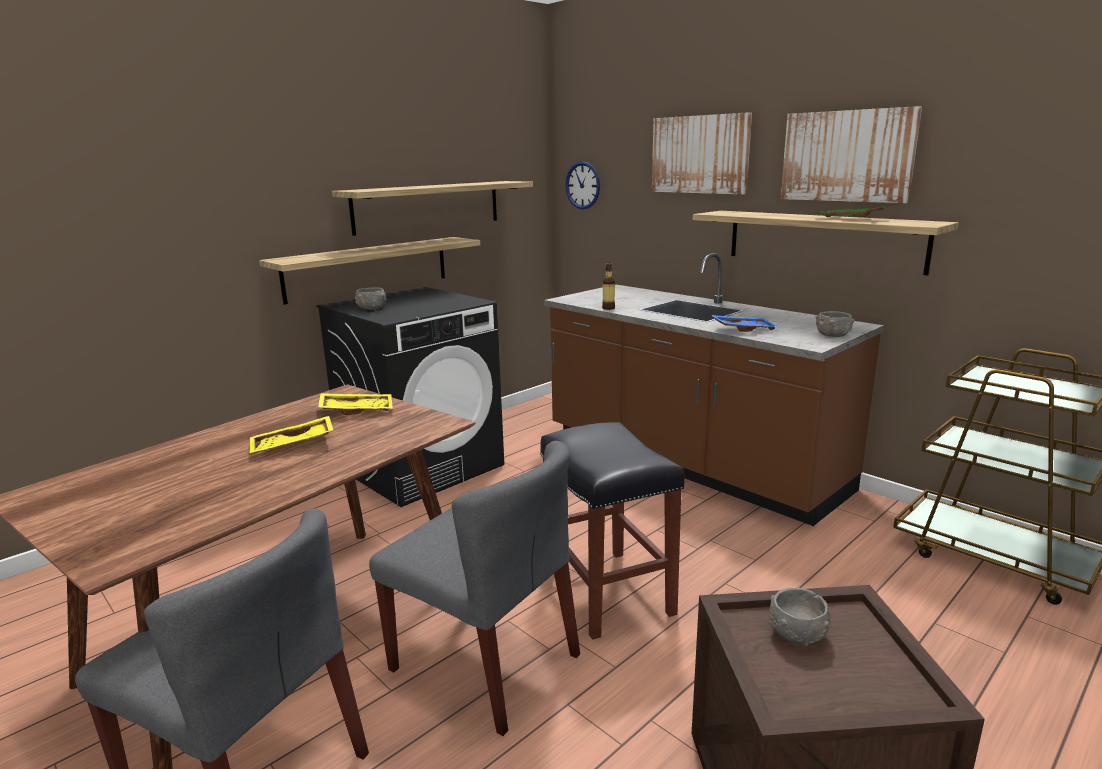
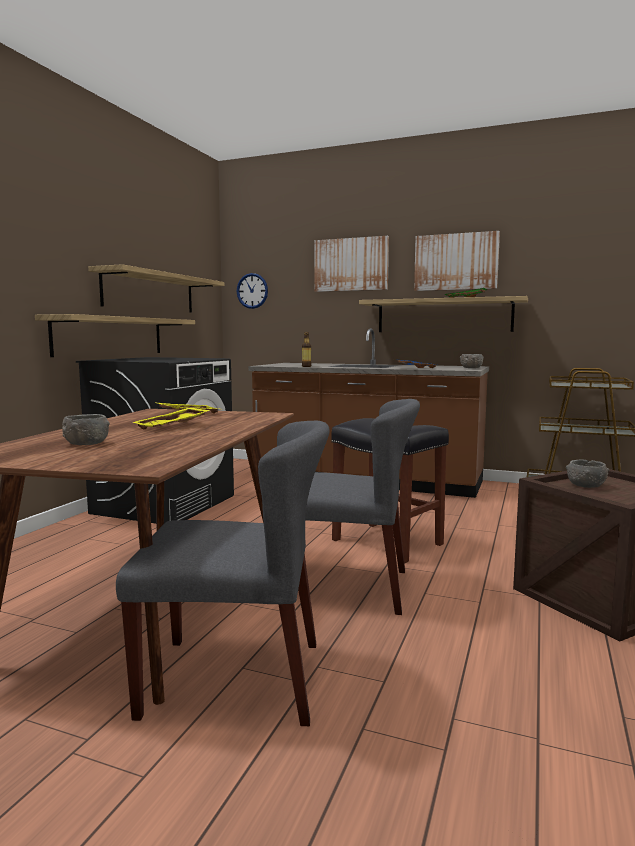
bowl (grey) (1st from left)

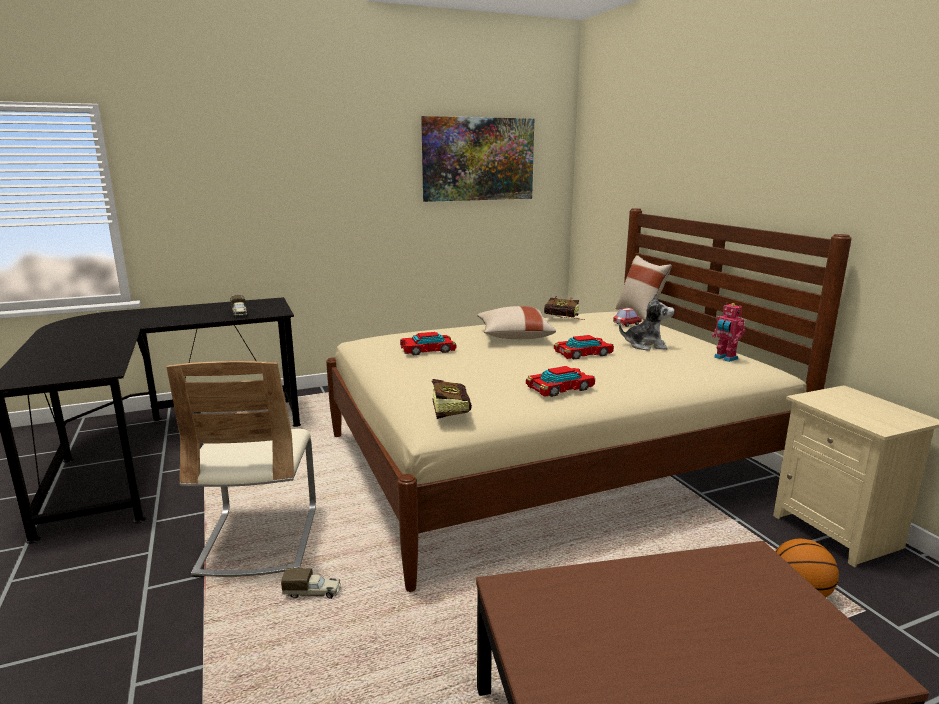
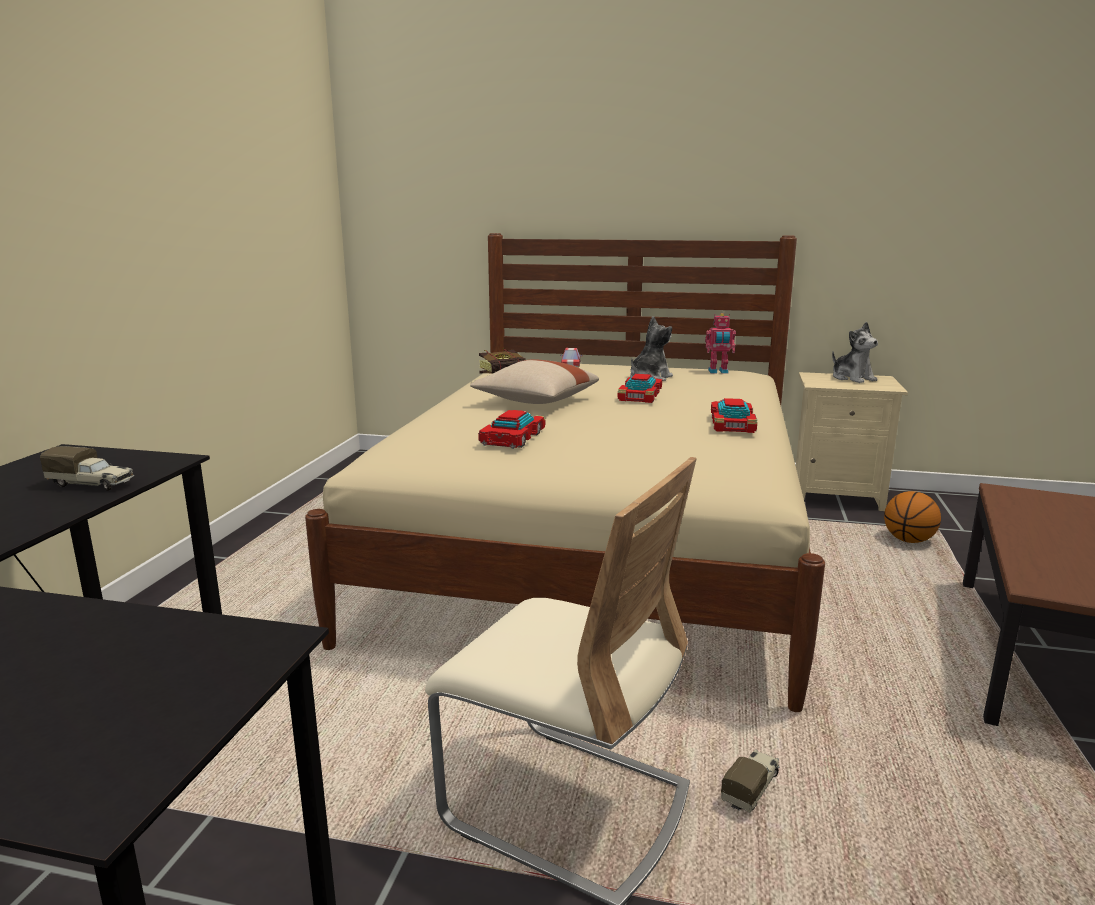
picture
book (1st from left in the first image)
pillow (beige) (2nd from left in the first image)
plush toy (2nd from left)

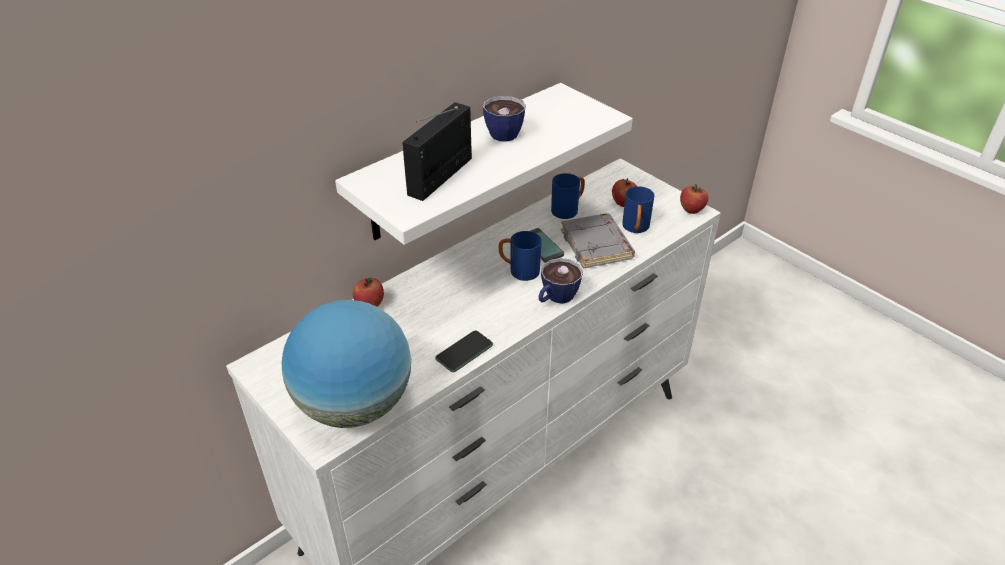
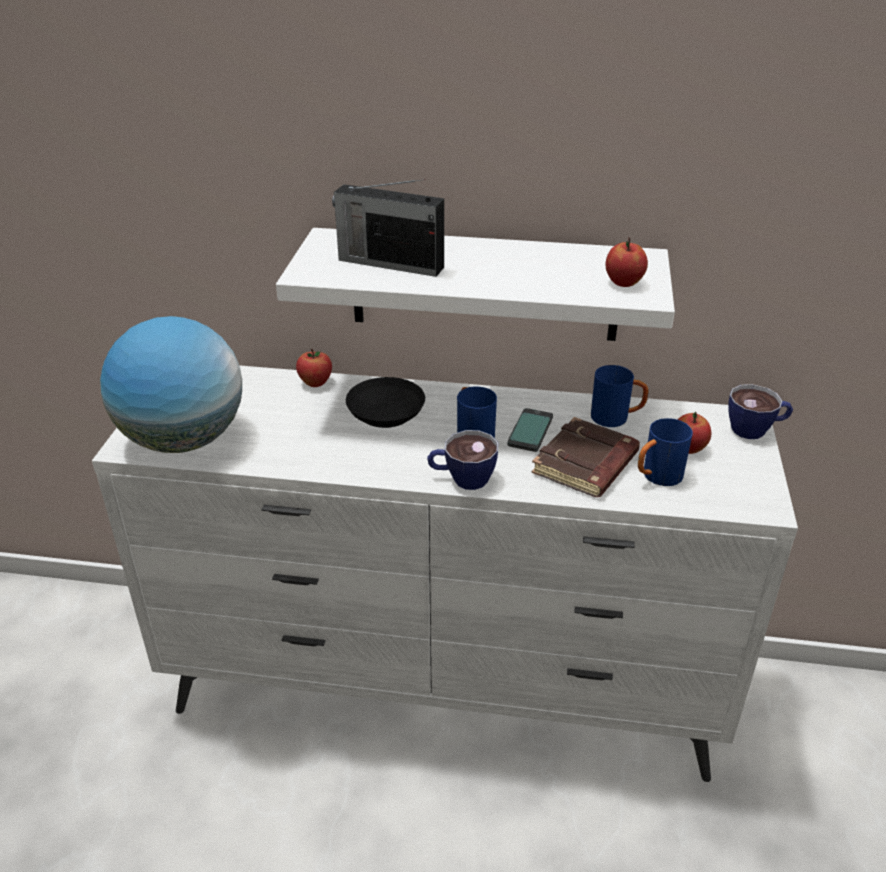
radio
phone (1st from left in the first image)
cup (2nd from left)
book (brown)
apple (2nd from left)
bowl (black)

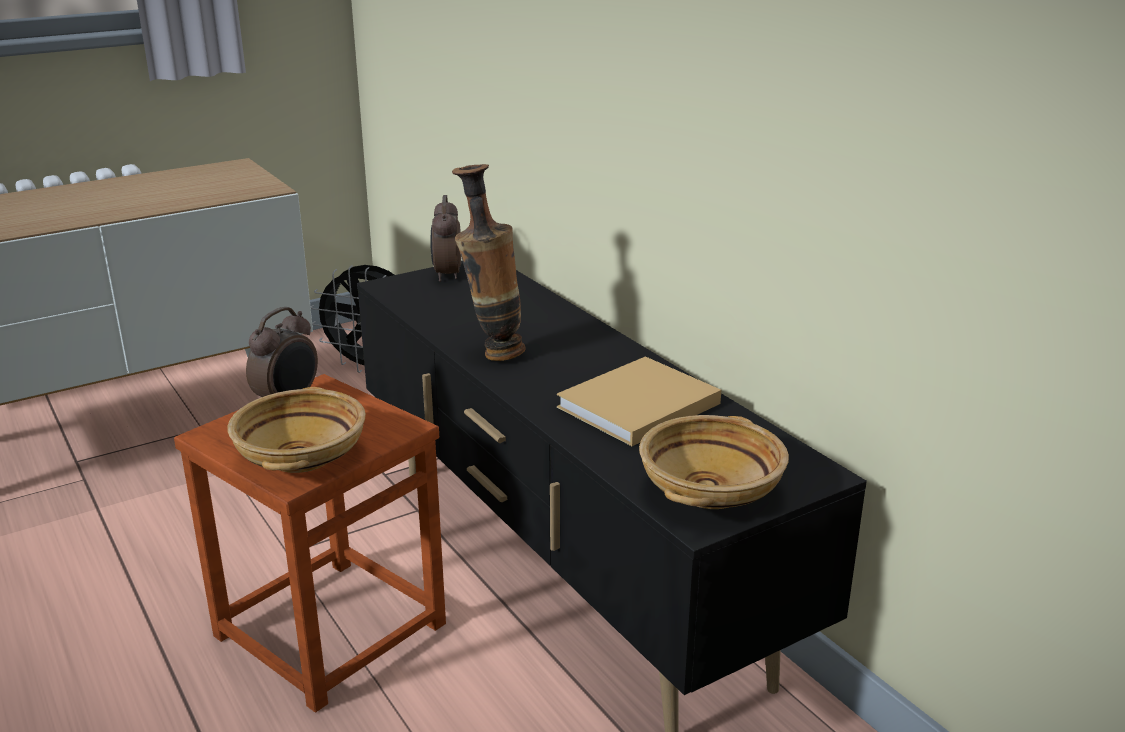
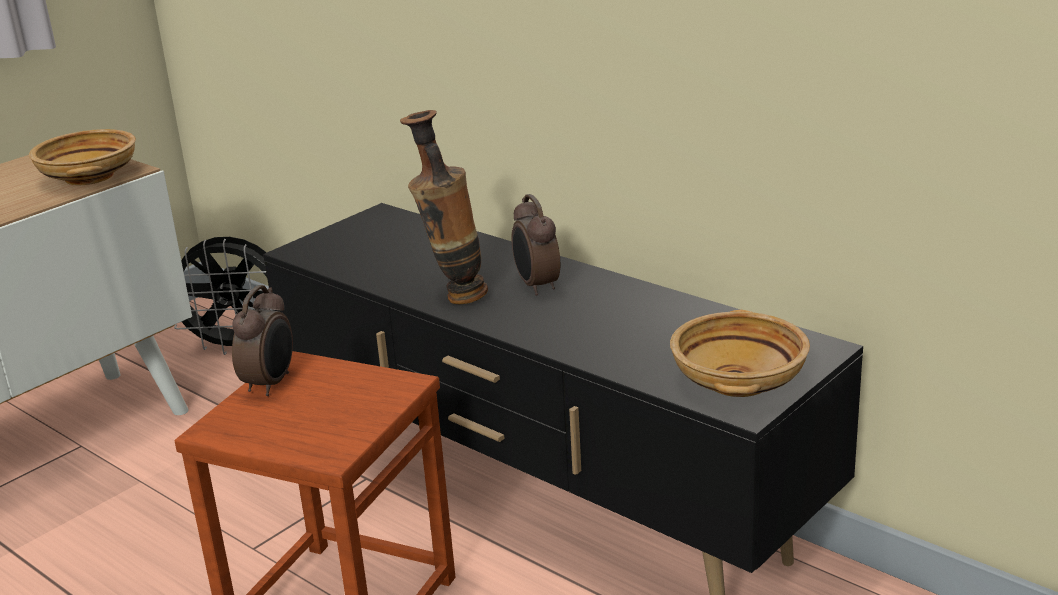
bowl (beige) (1st from left)
alarm clock (2nd from left)
book (beige)

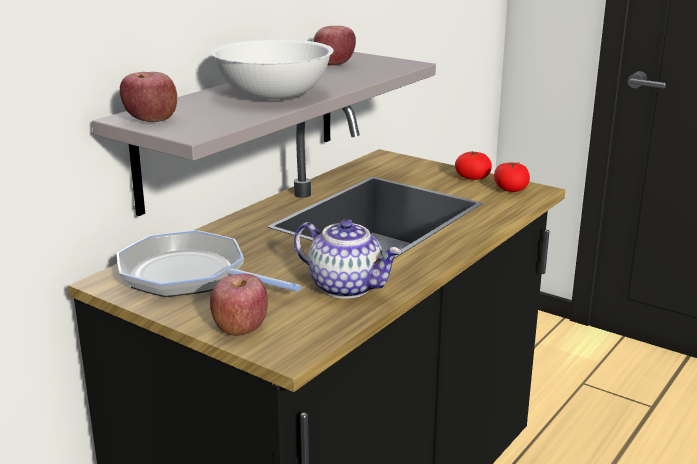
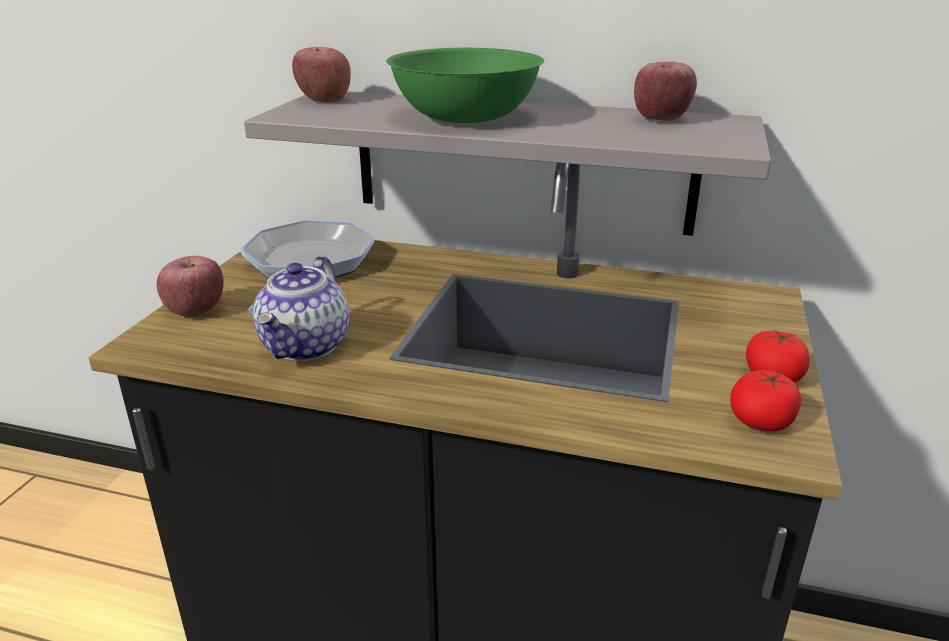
bowl (green)

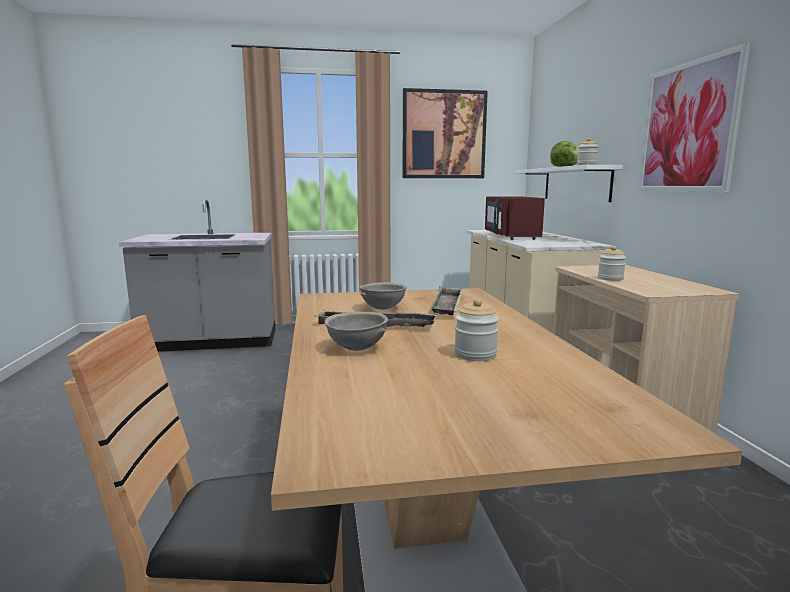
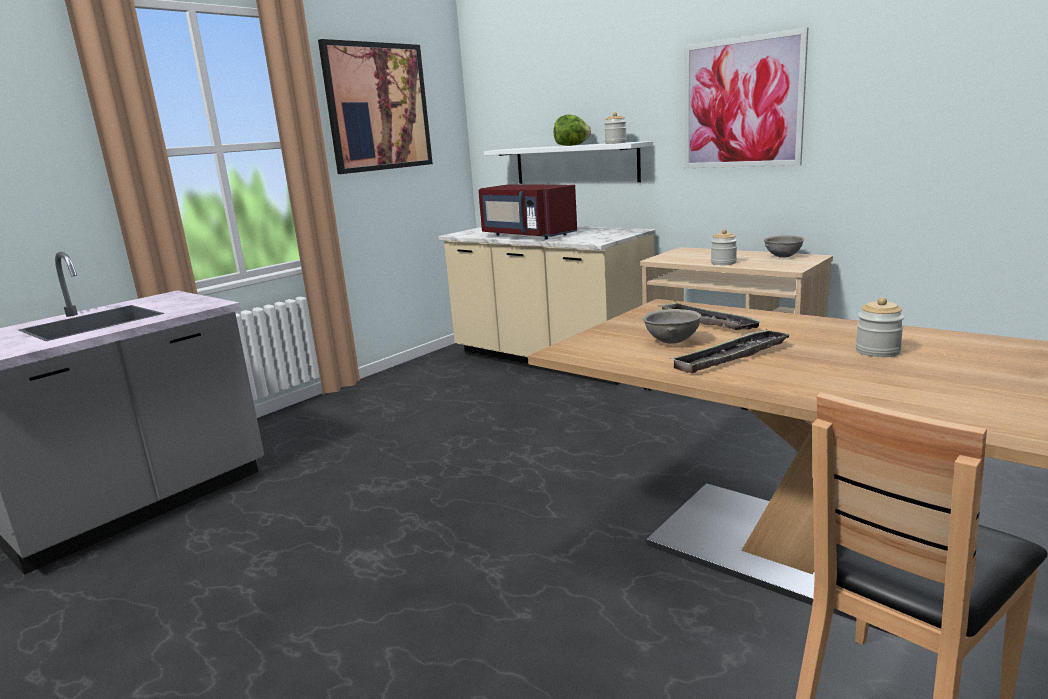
bowl (grey) (2nd from left)

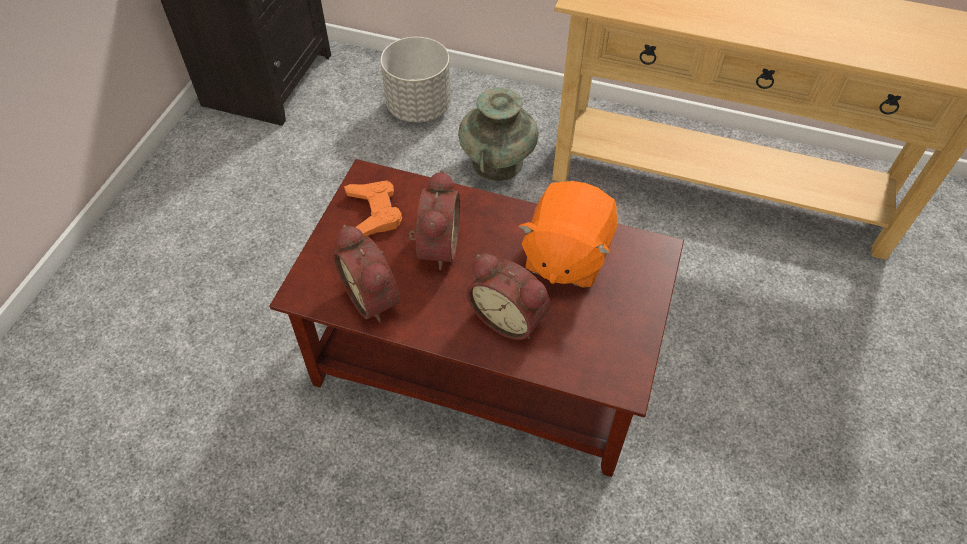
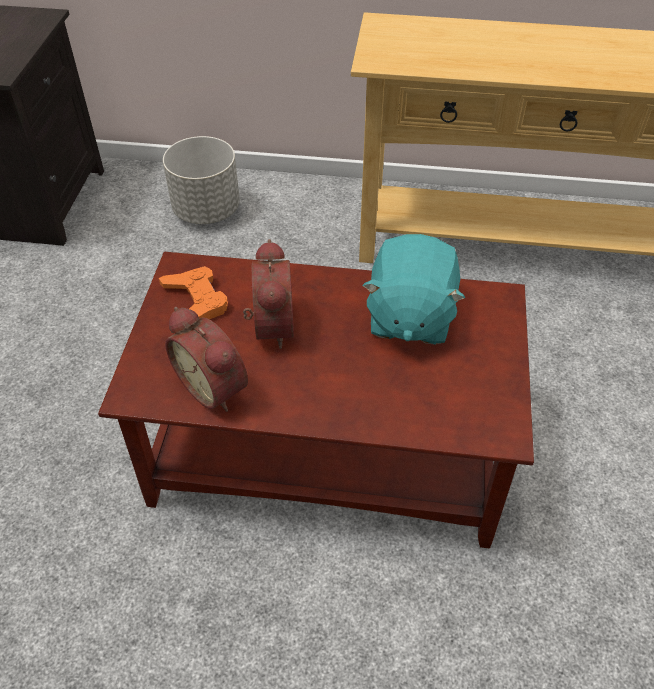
vase (turquoise)
alarm clock (3rd from left in the first image)
plush toy (turquoise)

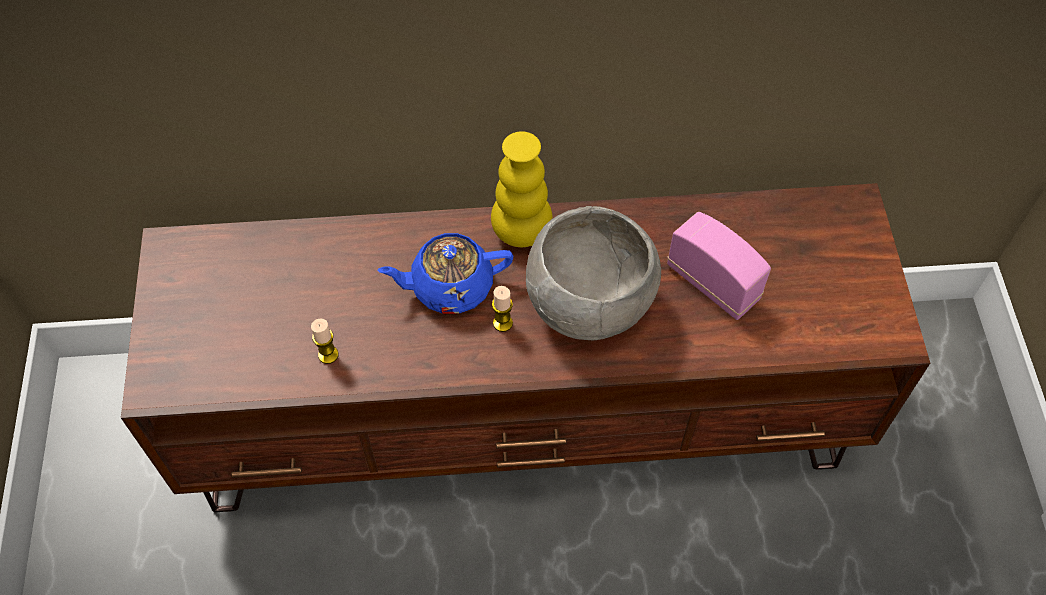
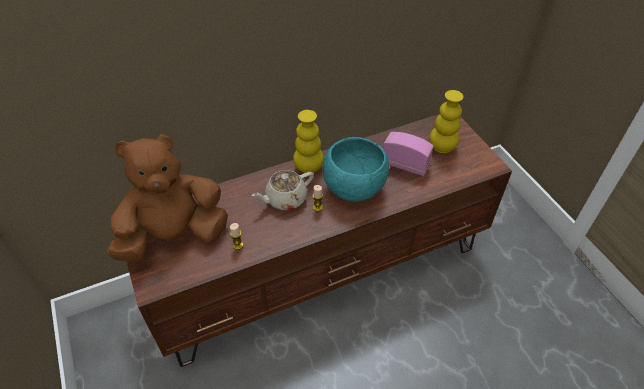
teapot (beige)
bowl (turquoise)
plush toy (brown)
vase (yellow) (2nd from left)

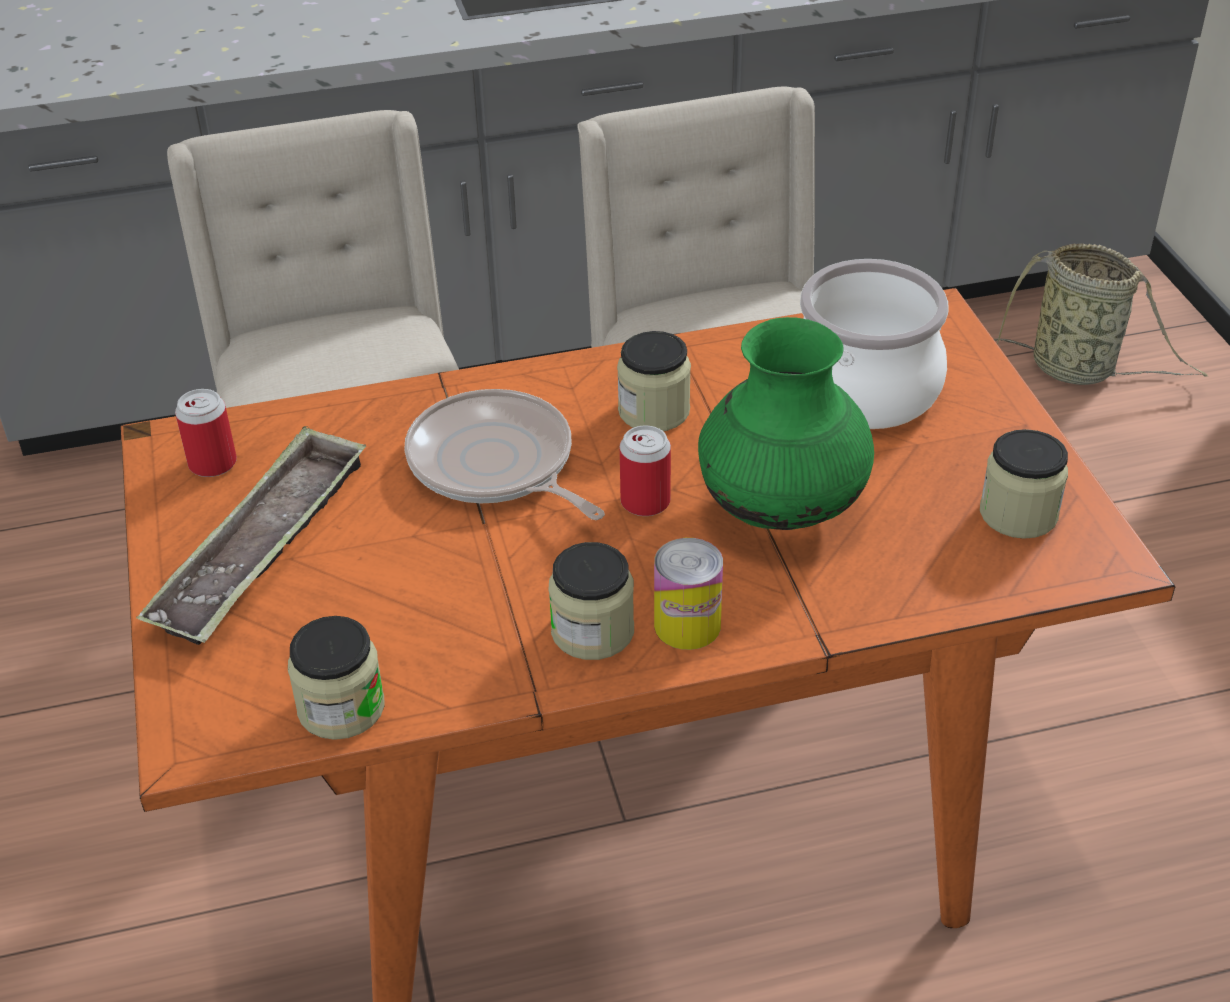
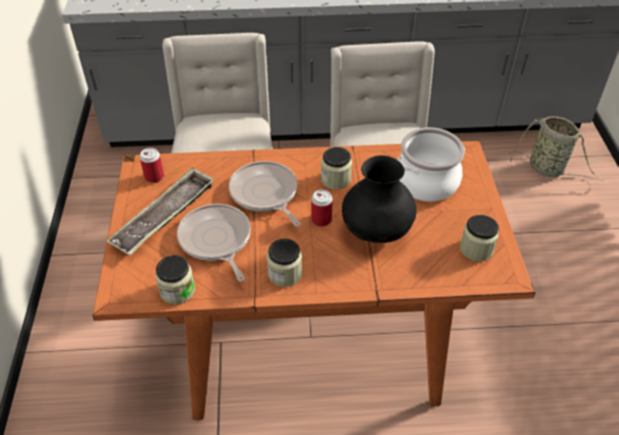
can (3rd from left in the first image)
vase (black)
frying pan (1st from left)

